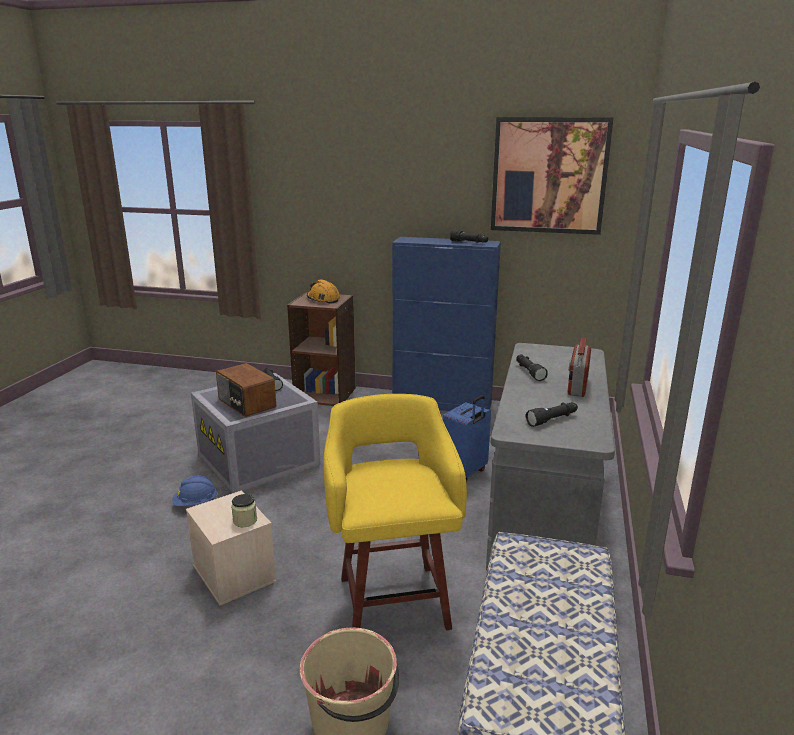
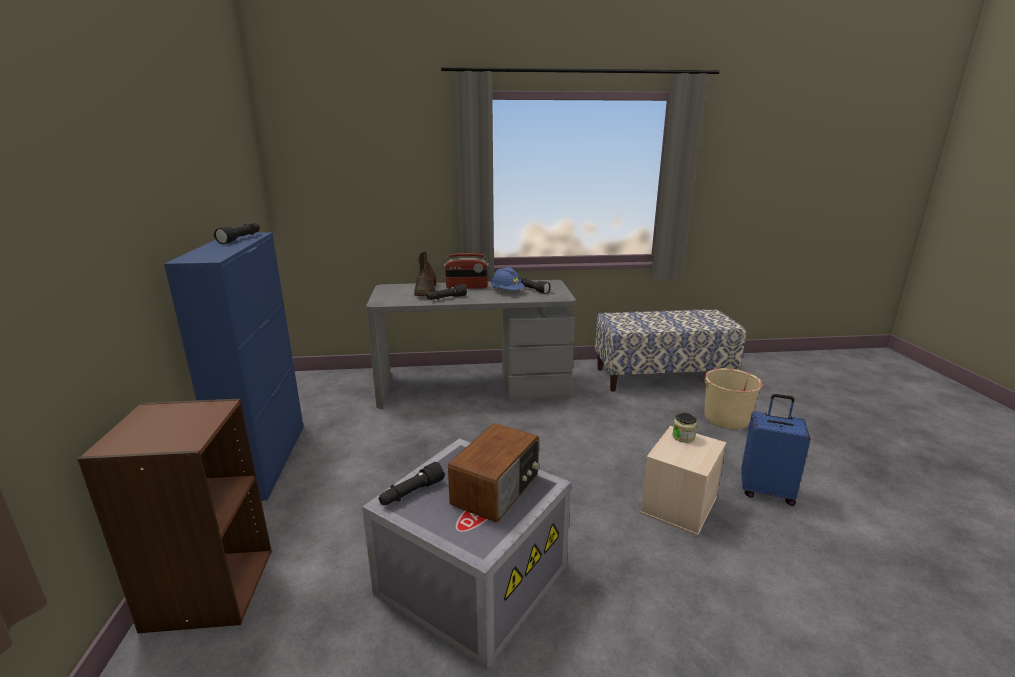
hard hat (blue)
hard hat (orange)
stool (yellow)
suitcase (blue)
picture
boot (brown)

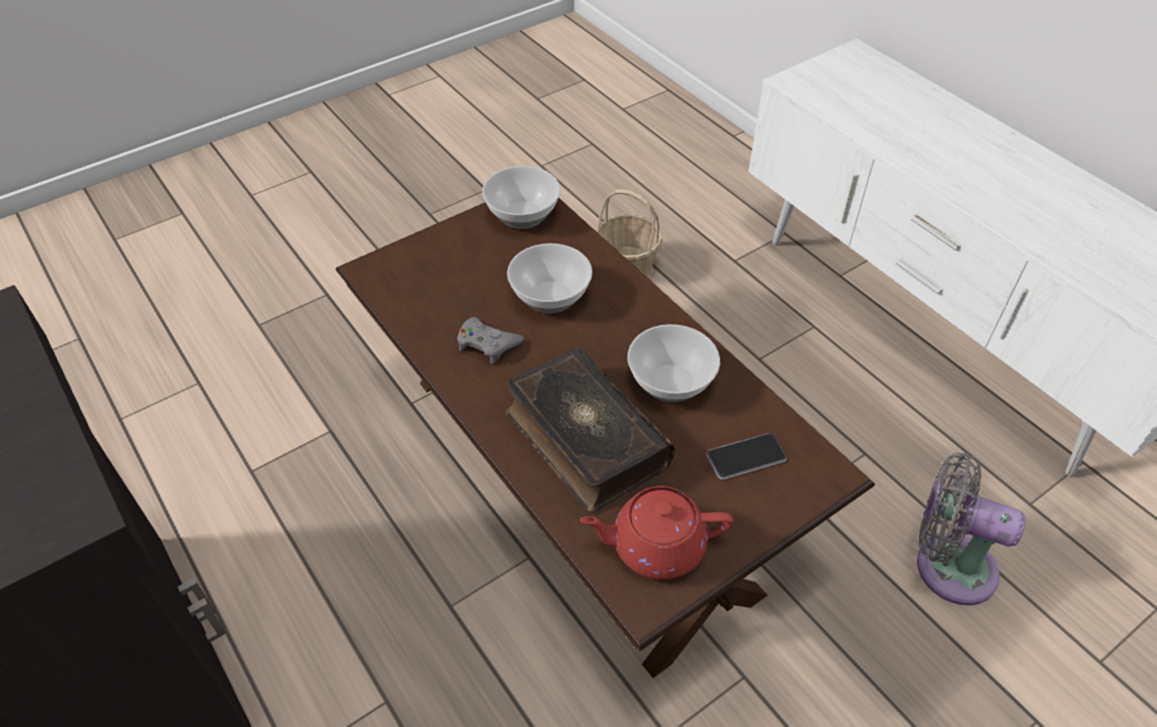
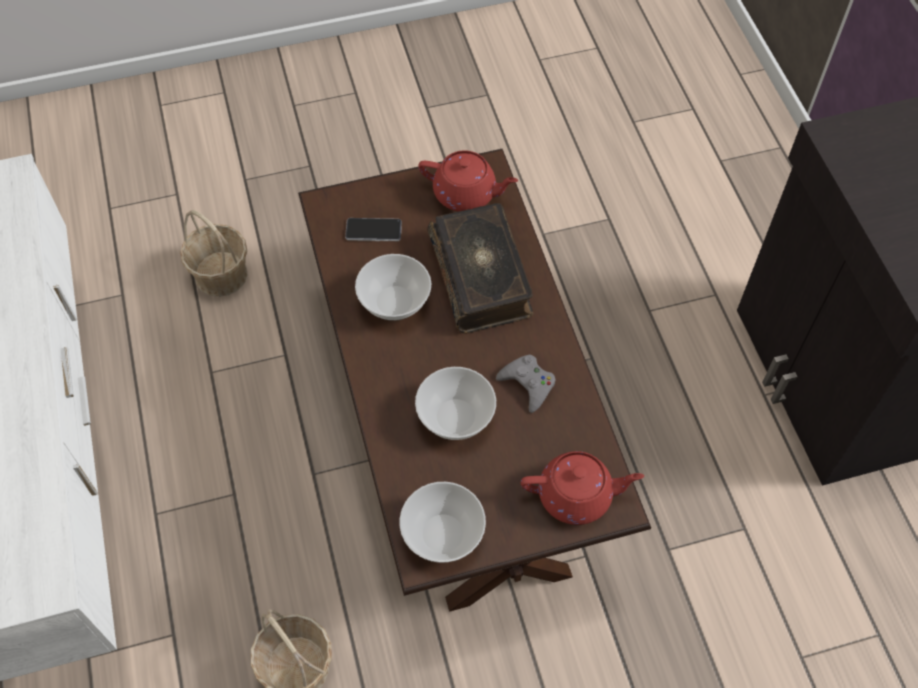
basket (1st from left)
teapot (red) (2nd from left)

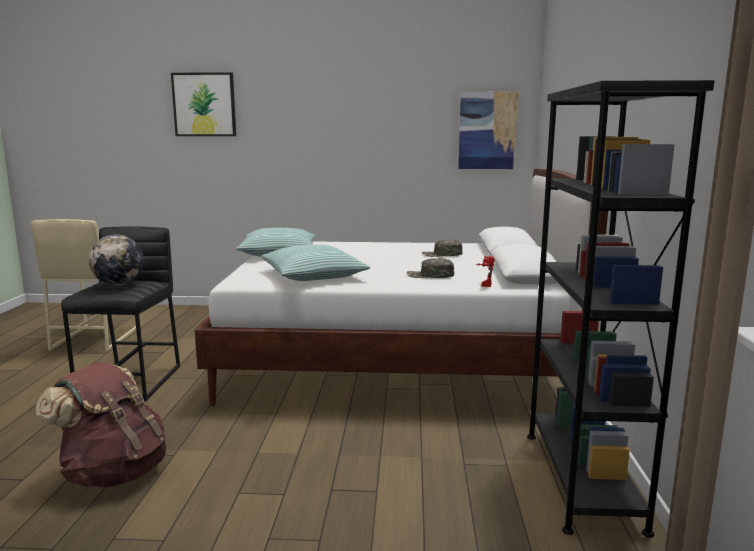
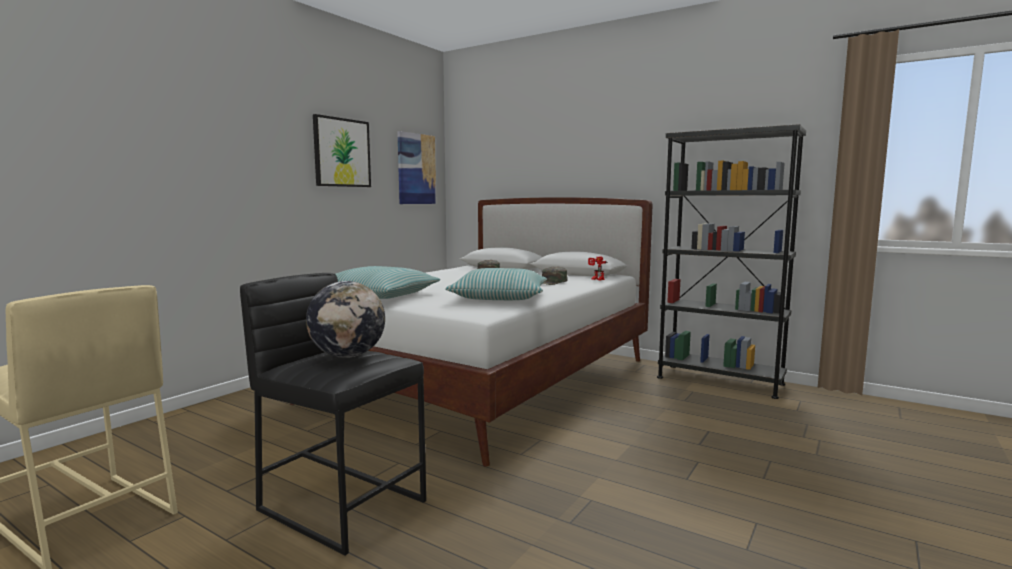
backpack (brown)
picture (1st from left)

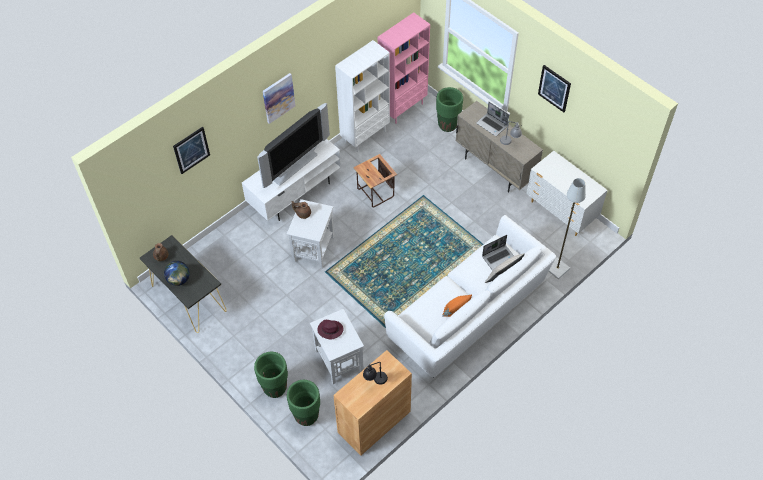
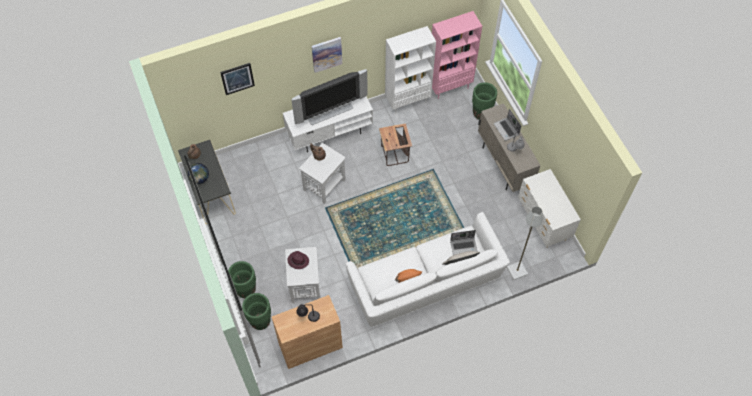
picture (3rd from left in the first image)

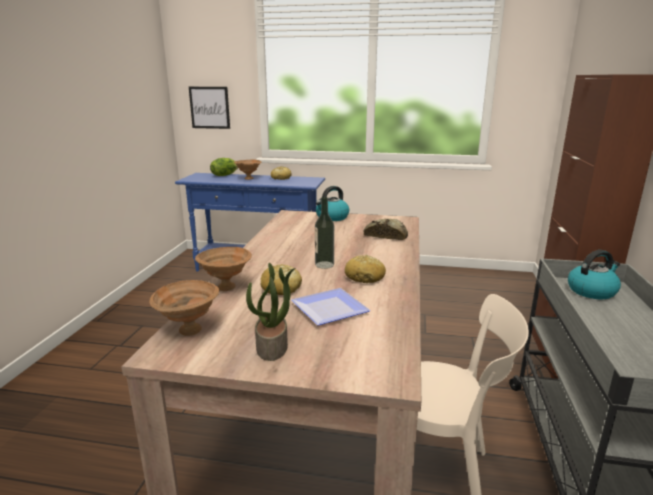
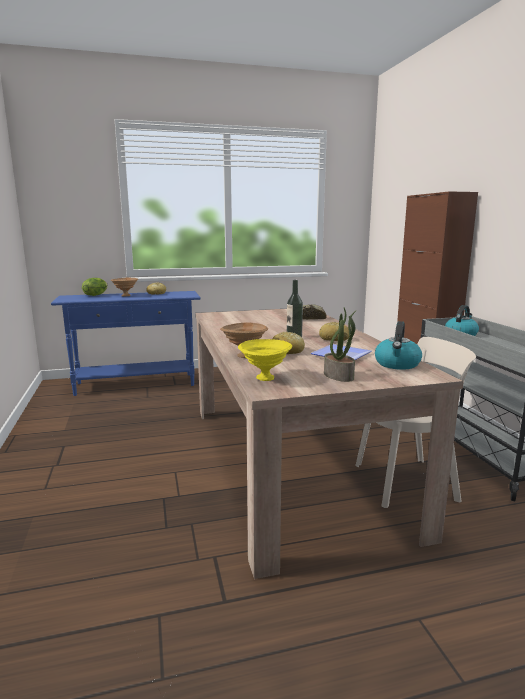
bowl (yellow)
picture
kettle (1st from left)

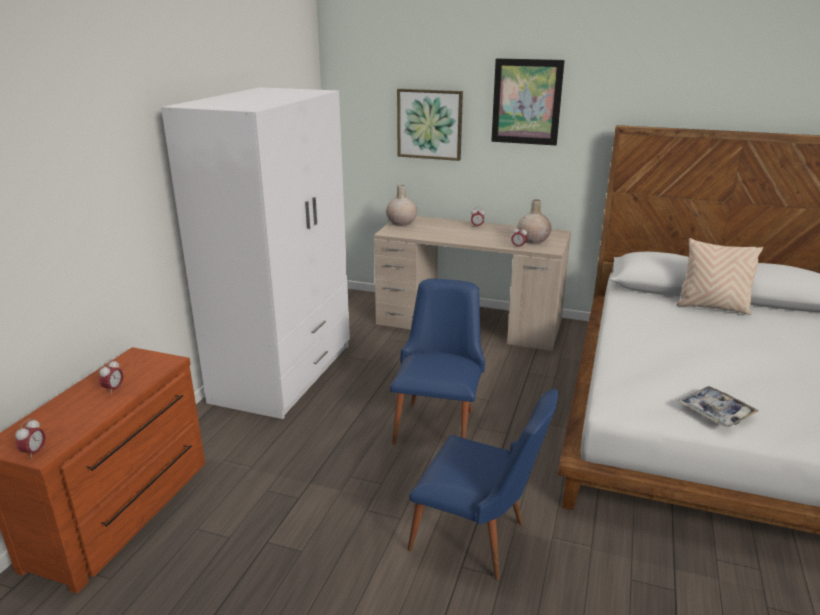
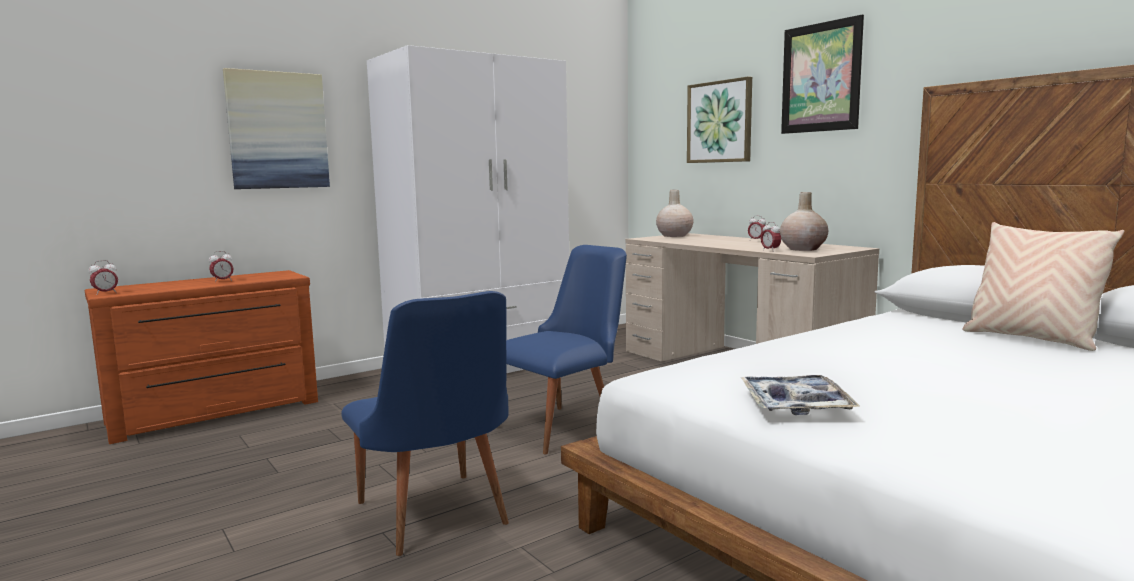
picture (1st from left)

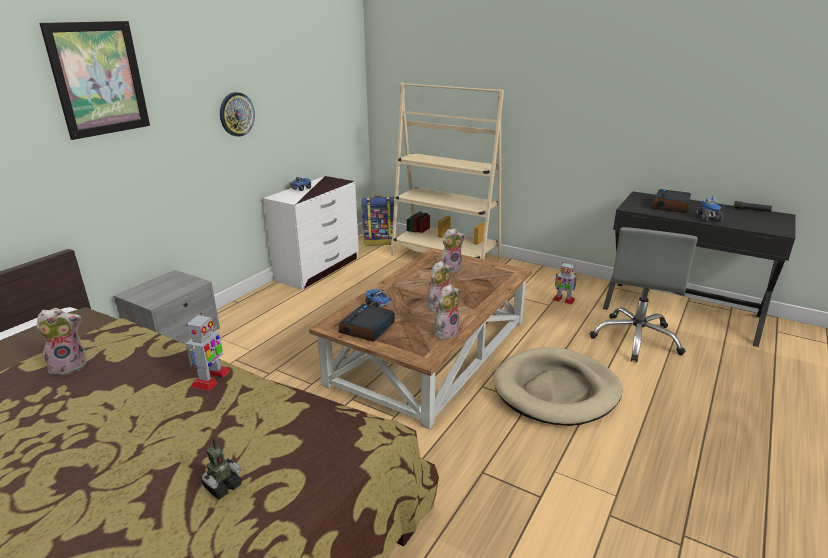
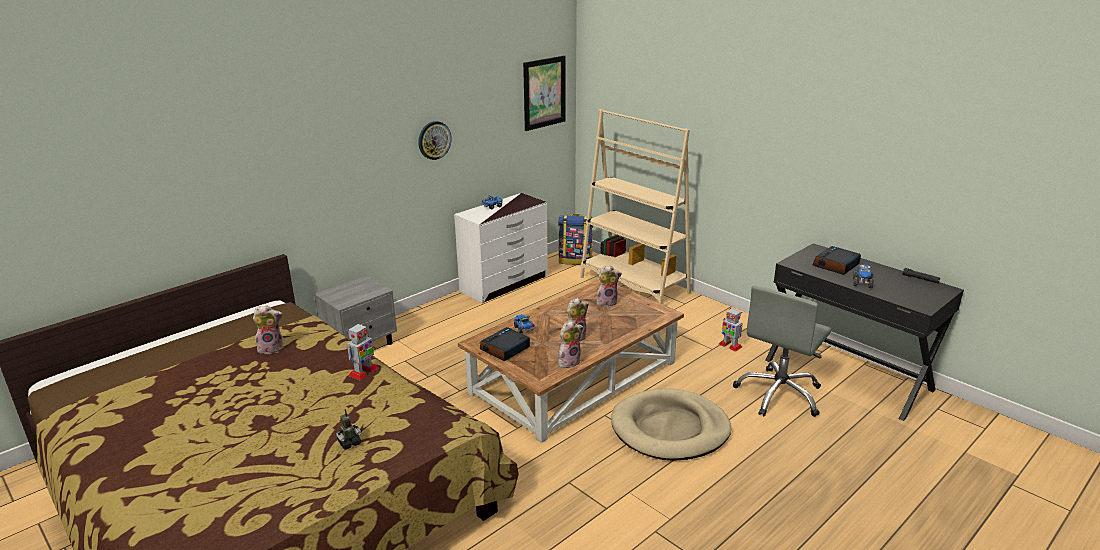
picture

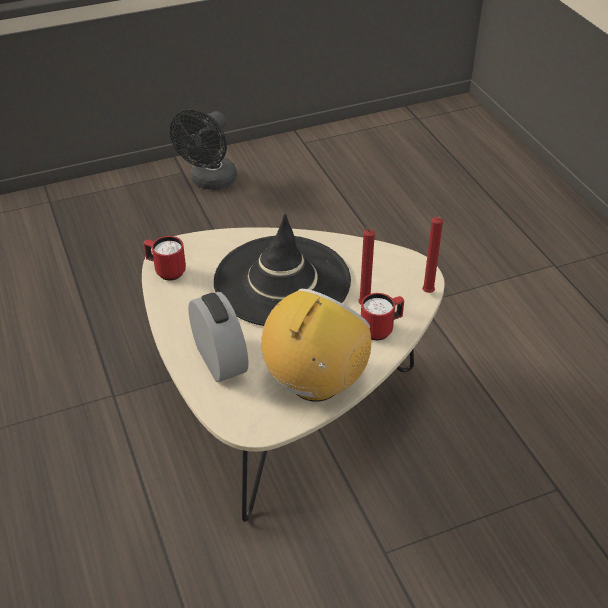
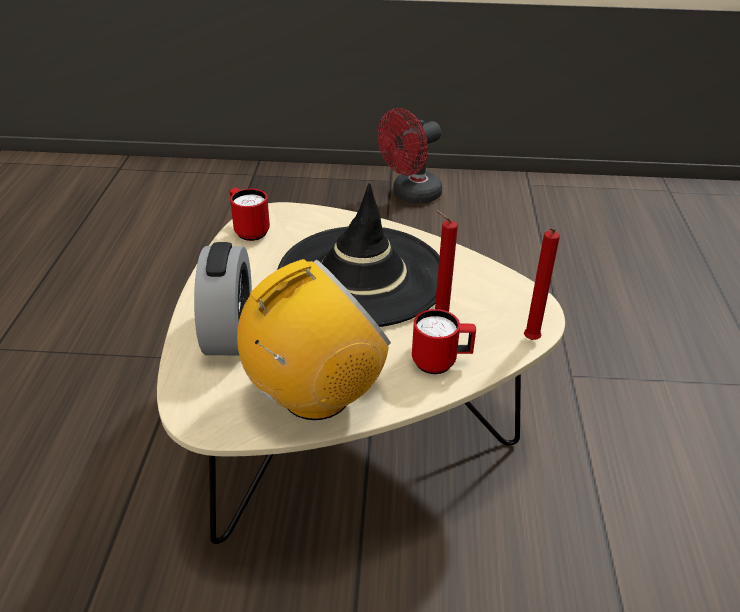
fan (red)

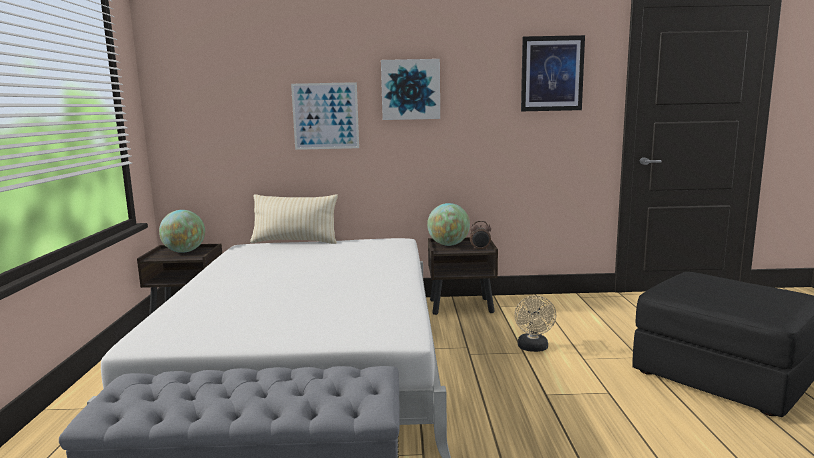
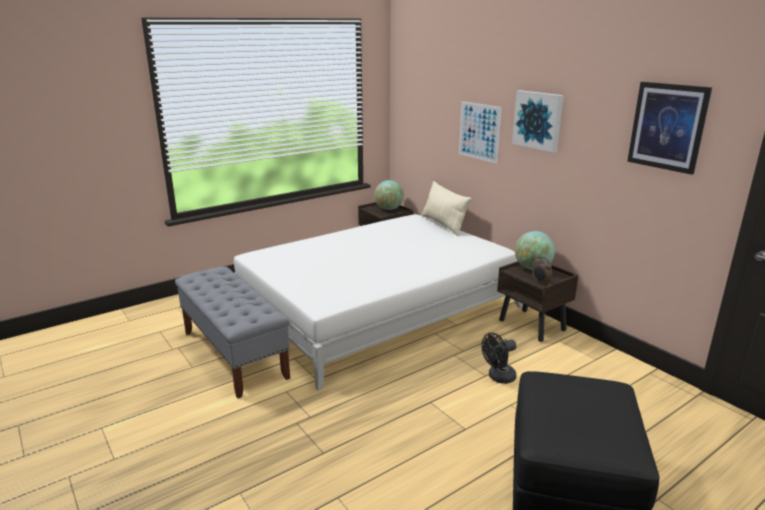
fan (black)

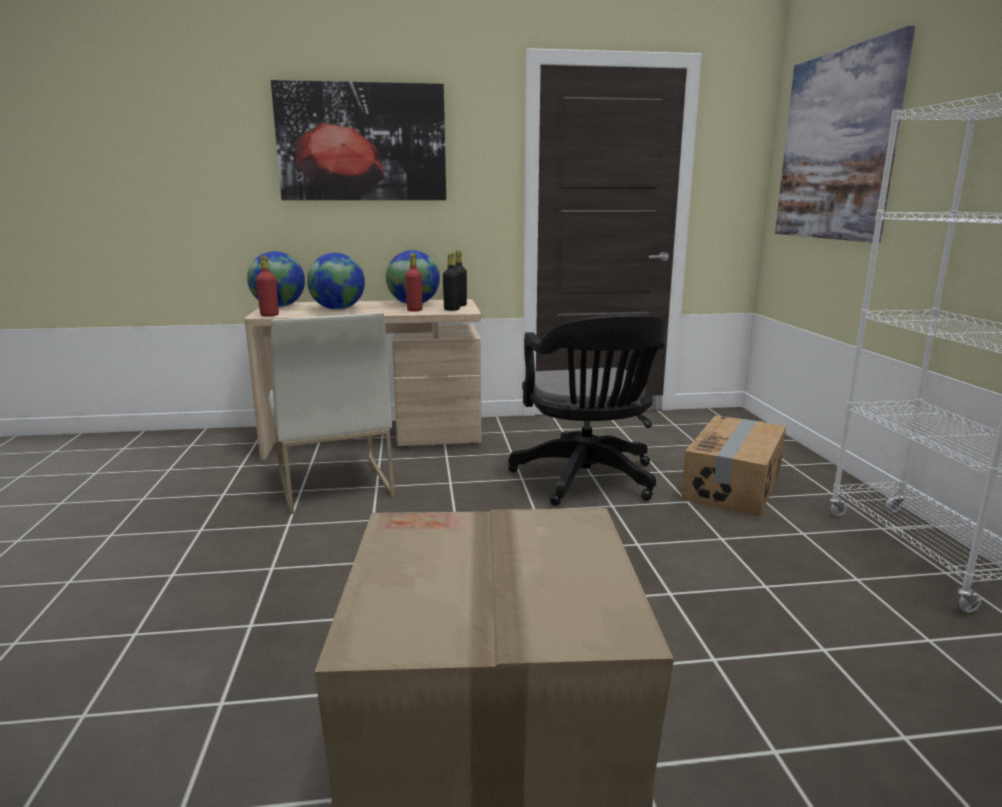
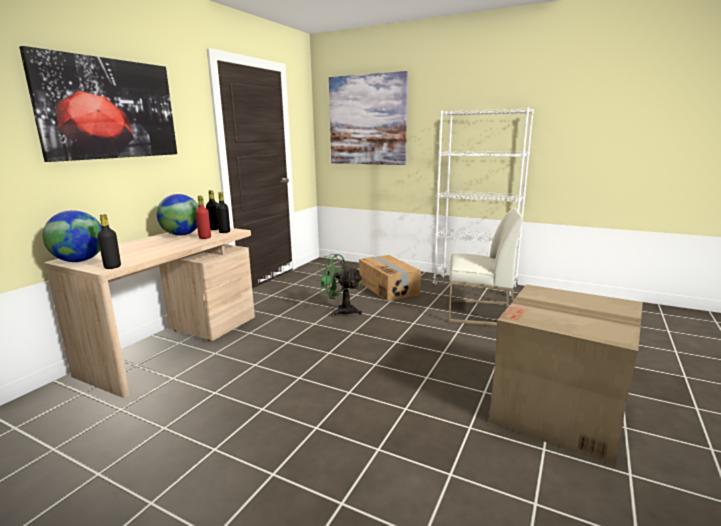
bottle (black) (1st from left)
chair (white)
globe (2nd from left in the first image)
fan (green)

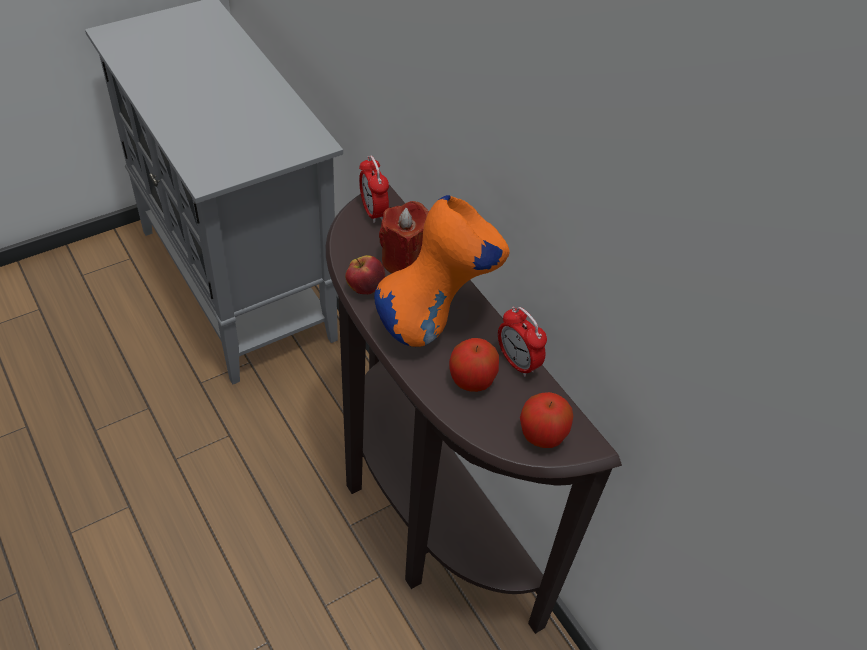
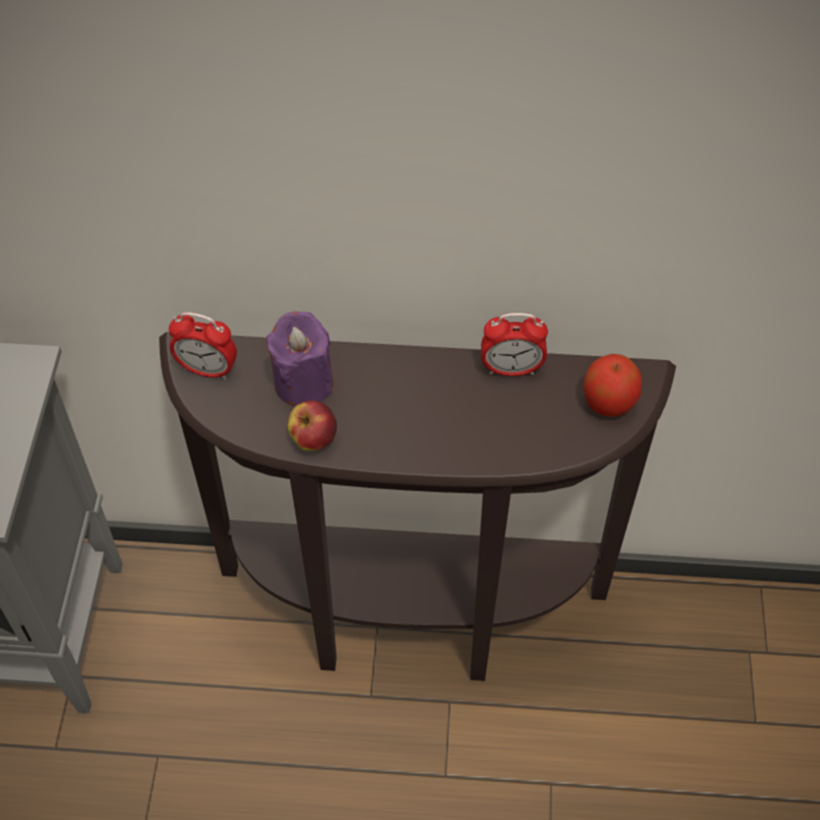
vase (orange)
candle (purple)
apple (2nd from left in the first image)

